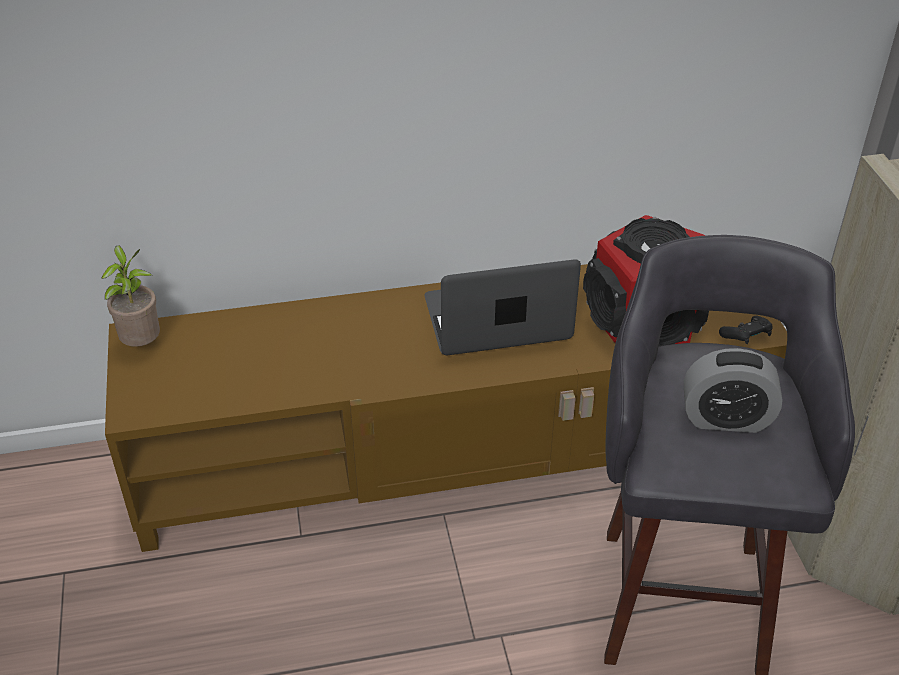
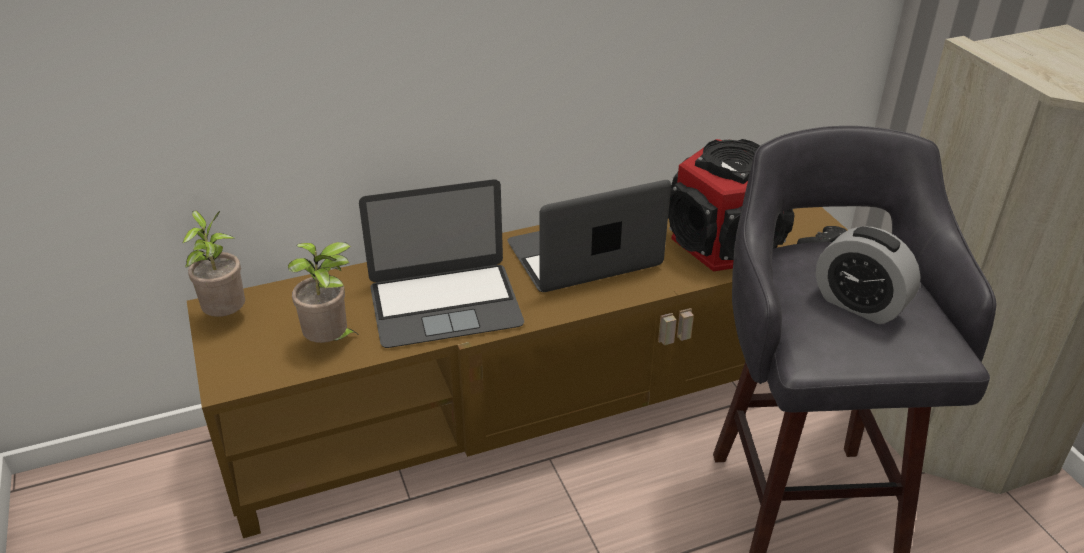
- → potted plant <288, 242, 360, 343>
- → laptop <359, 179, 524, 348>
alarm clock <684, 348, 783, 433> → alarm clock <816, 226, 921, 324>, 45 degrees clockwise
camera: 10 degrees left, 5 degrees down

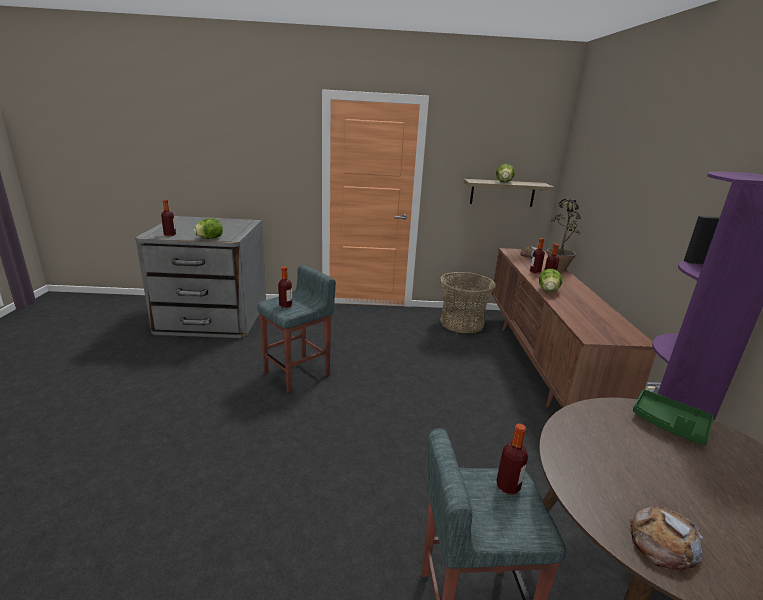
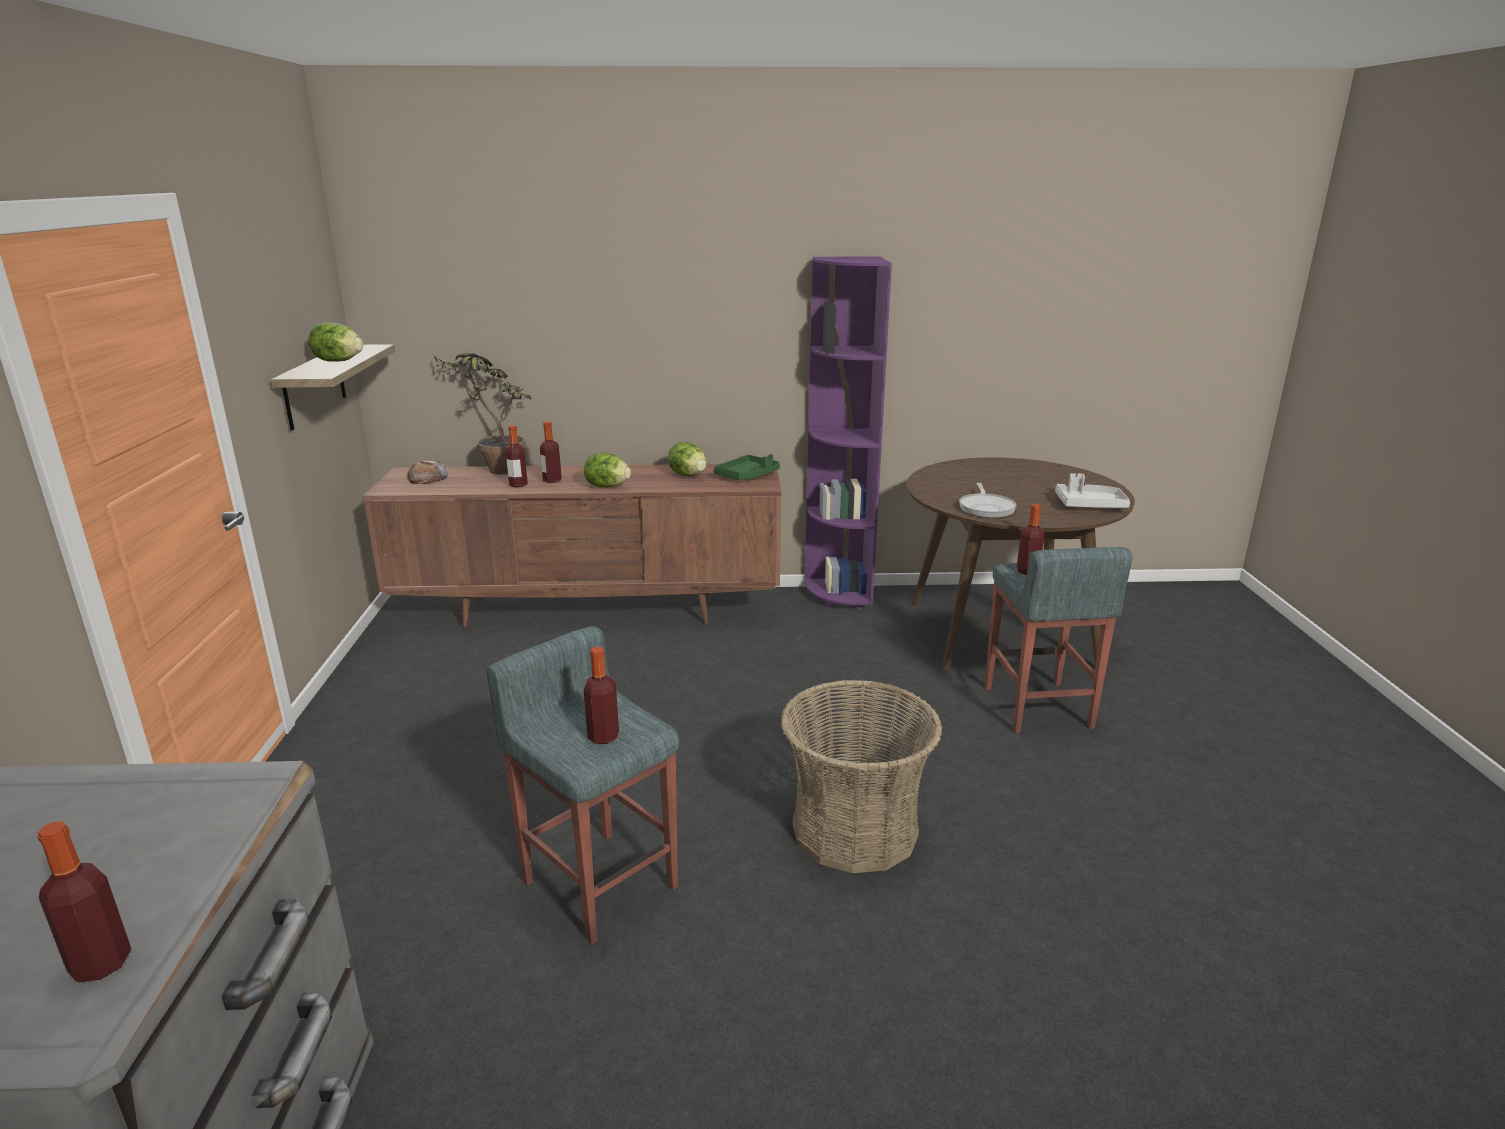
- → frying pan <959, 483, 1017, 518>
lettuce <193, 218, 223, 239> → lettuce <668, 442, 707, 476>, move
basket <440, 272, 496, 333> → basket <781, 680, 942, 873>, move
green tray <633, 389, 714, 446> → green tray <714, 454, 780, 480>, move
bread <629, 506, 703, 570> → grey tray <1055, 473, 1130, 508>
camera: 90 degrees left, 0 degrees up

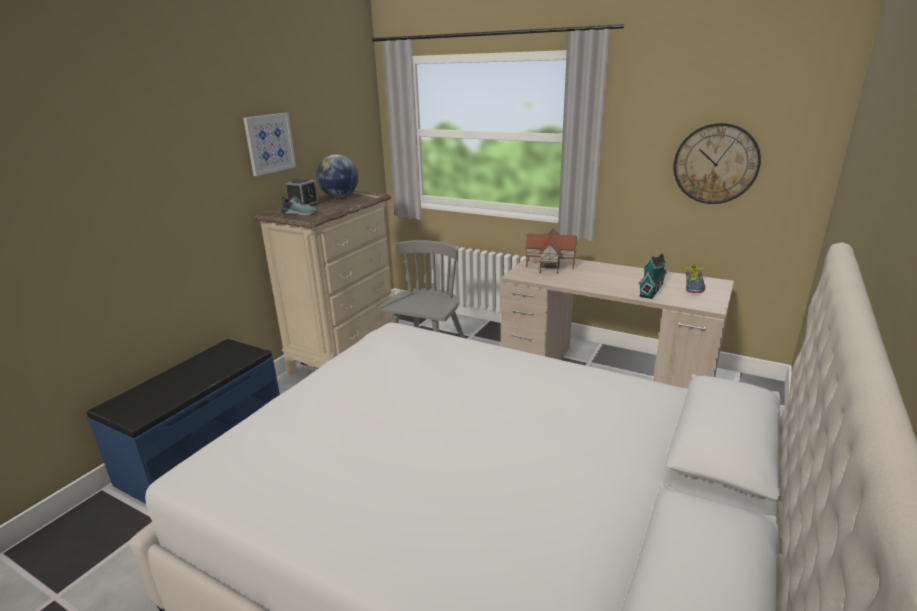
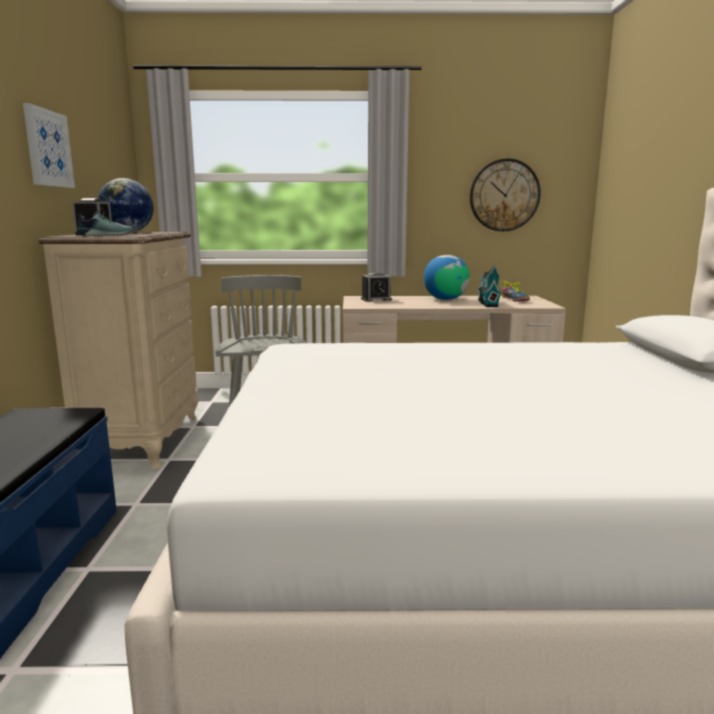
- → globe <424, 255, 470, 300>
toy house <525, 228, 577, 274> → alarm clock <361, 272, 392, 302>
camera: 30 degrees left, 10 degrees down

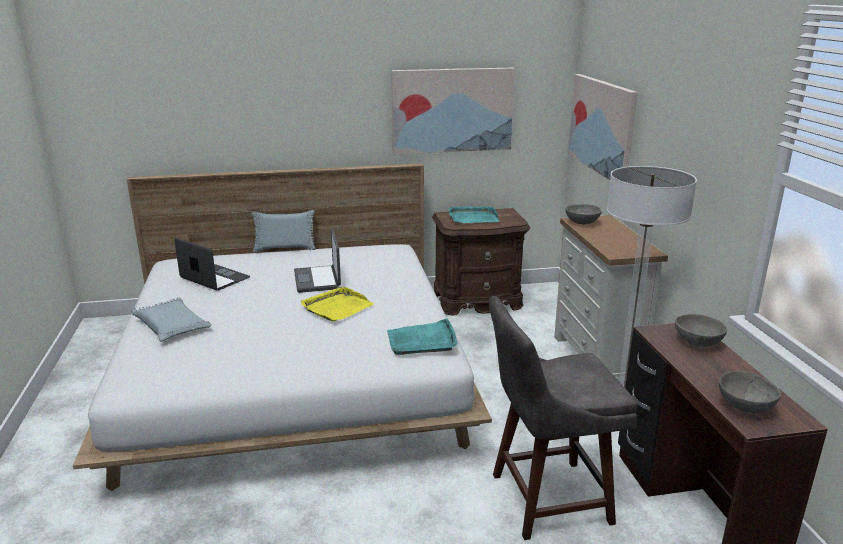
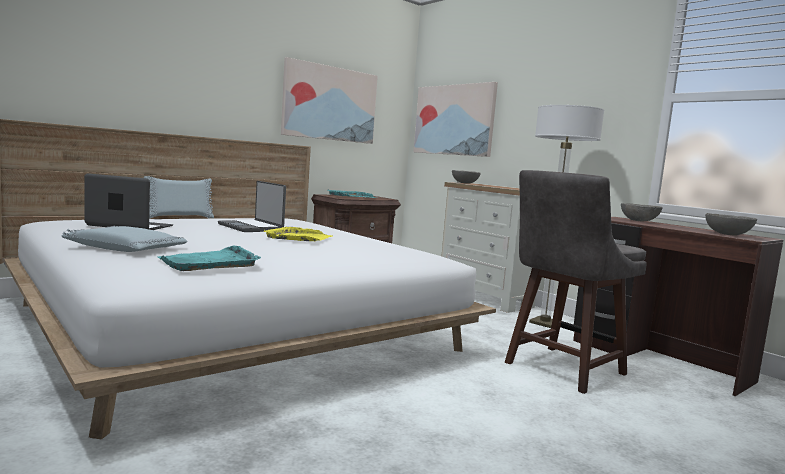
turquoise tray <387, 318, 458, 355> → turquoise tray <157, 246, 261, 271>, move
camera: 30 degrees left, 15 degrees down

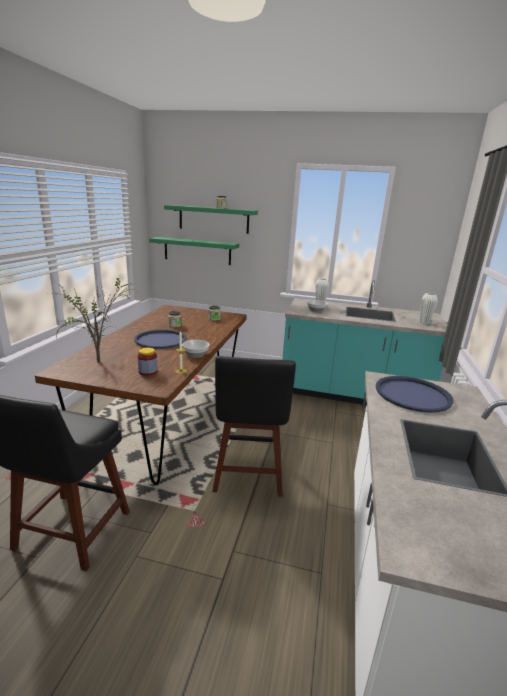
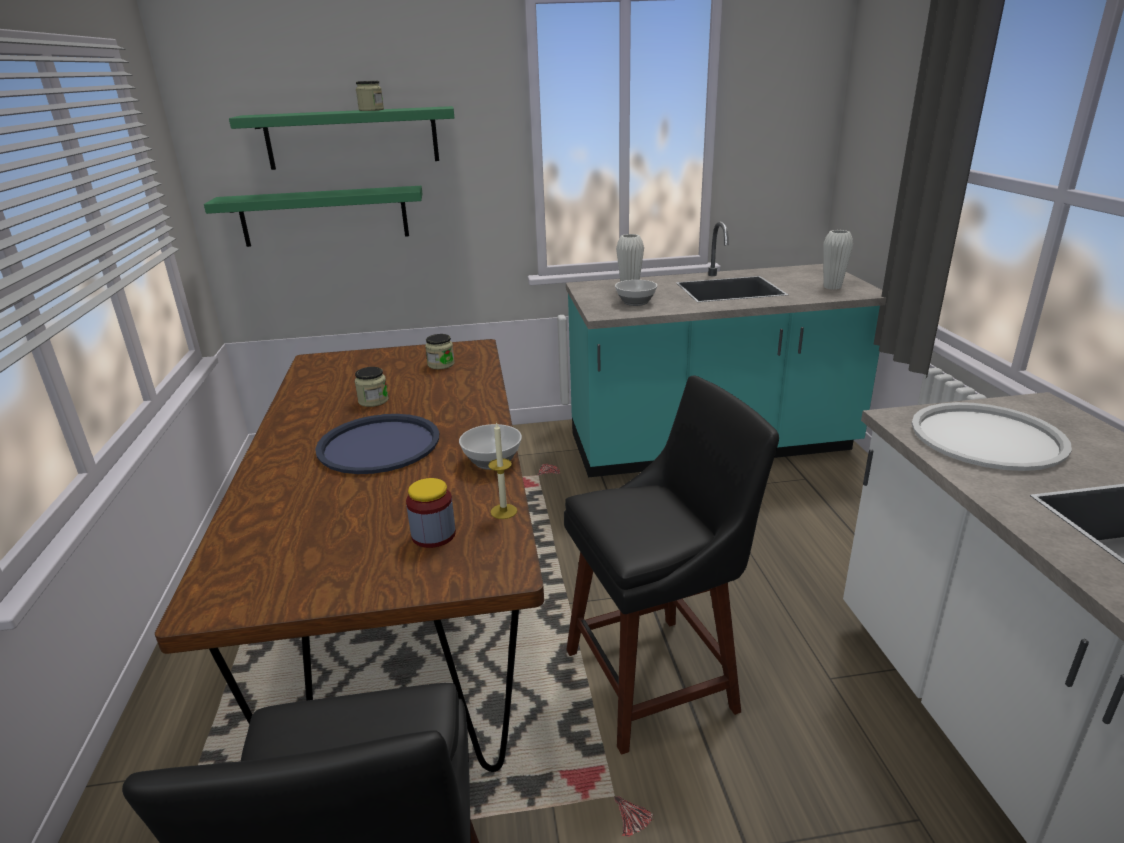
potted plant <55, 277, 142, 363> → -
blue tray <376, 376, 454, 413> → white tray <912, 402, 1072, 471>
black chair <212, 356, 296, 497> → black chair <564, 376, 779, 755>, 90 degrees counterclockwise
camera: 20 degrees left, 5 degrees up

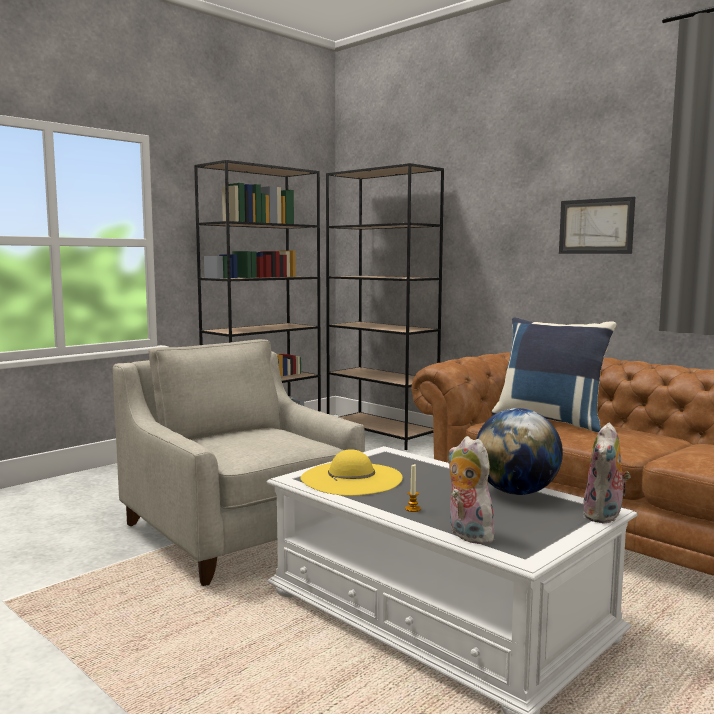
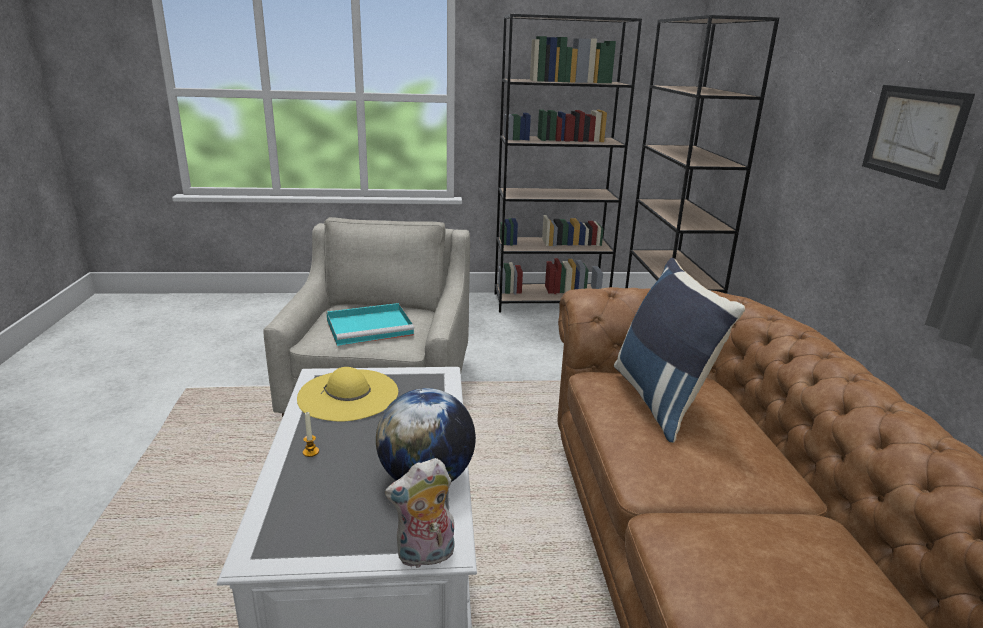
plush toy <448, 436, 494, 544> → -
- → turquoise tray <326, 303, 414, 346>
camera: 40 degrees right, 15 degrees up

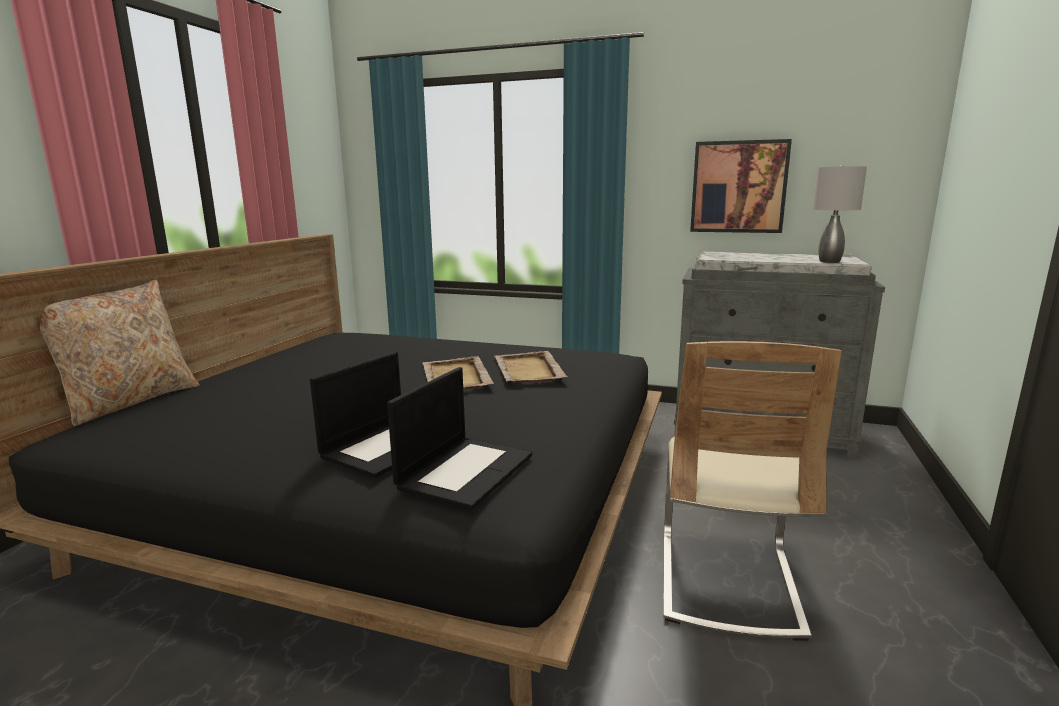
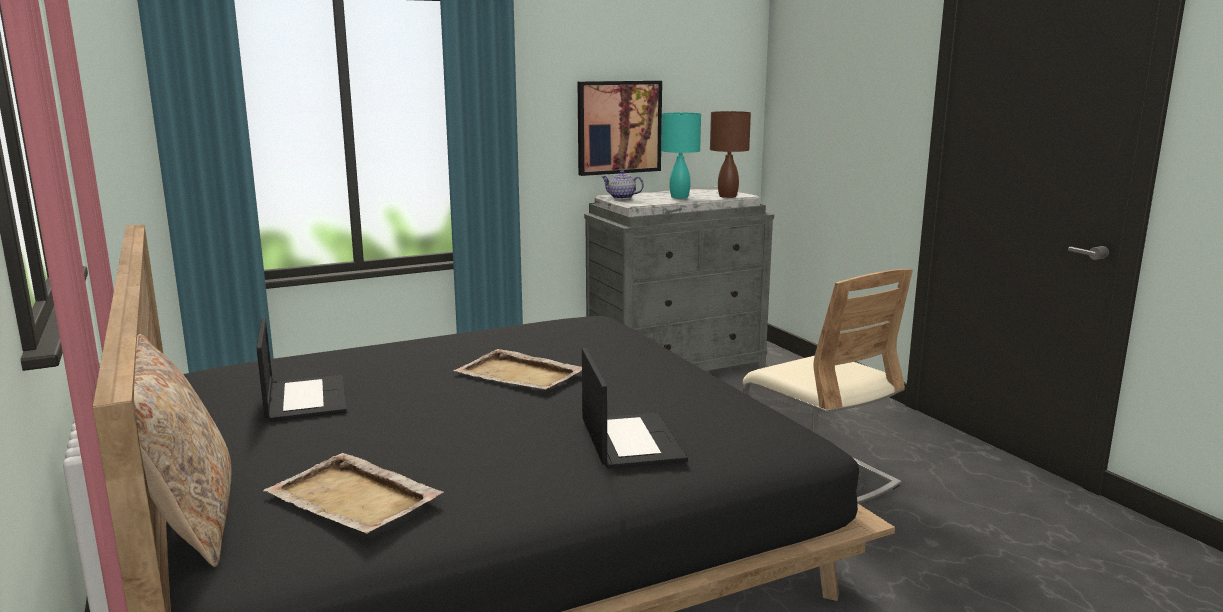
- → teapot <602, 170, 644, 199>
- → turquoise table lamp <661, 112, 701, 198>
laptop <387, 367, 532, 510> → laptop <256, 318, 347, 422>, move
beige tray <495, 351, 567, 383> → beige tray <263, 453, 443, 534>, move
grey table lamp <812, 165, 867, 263> → brown table lamp <710, 111, 751, 198>
camera: 45 degrees left, 0 degrees up

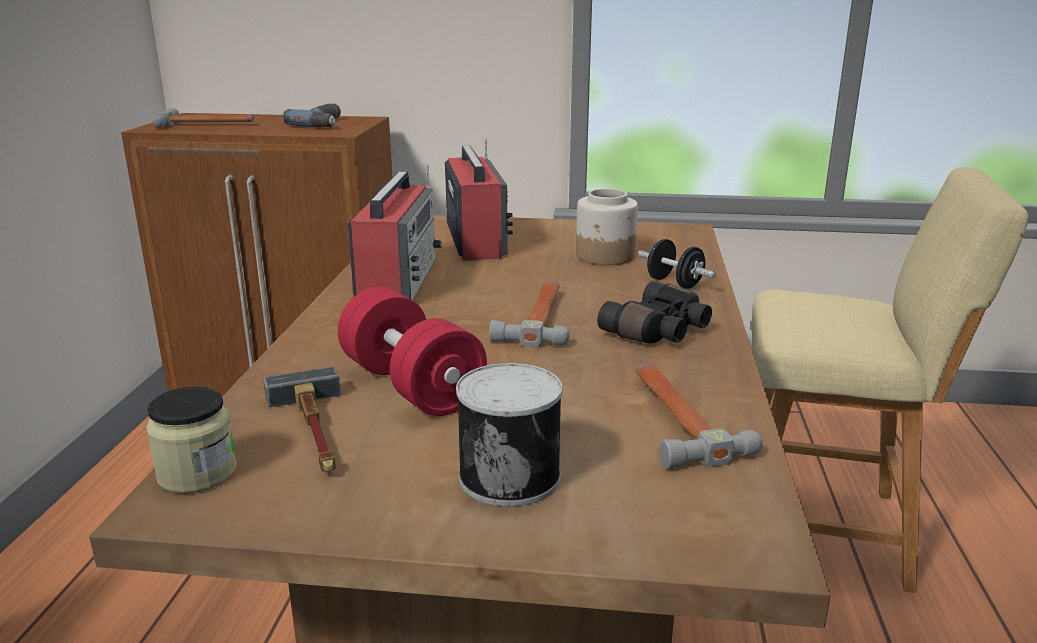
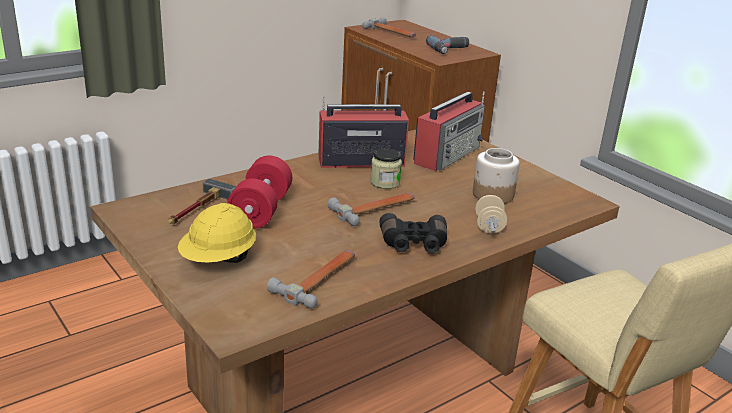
jar <146, 387, 237, 494> → jar <370, 148, 402, 189>, move
can <456, 363, 563, 507> → yellow hard hat <178, 203, 256, 263>
black dumbbell <638, 239, 716, 289> → beige dumbbell <475, 195, 507, 233>
radio <348, 165, 442, 300> → radio <318, 96, 409, 168>, 150 degrees counterclockwise
camera: 45 degrees right, 5 degrees up

